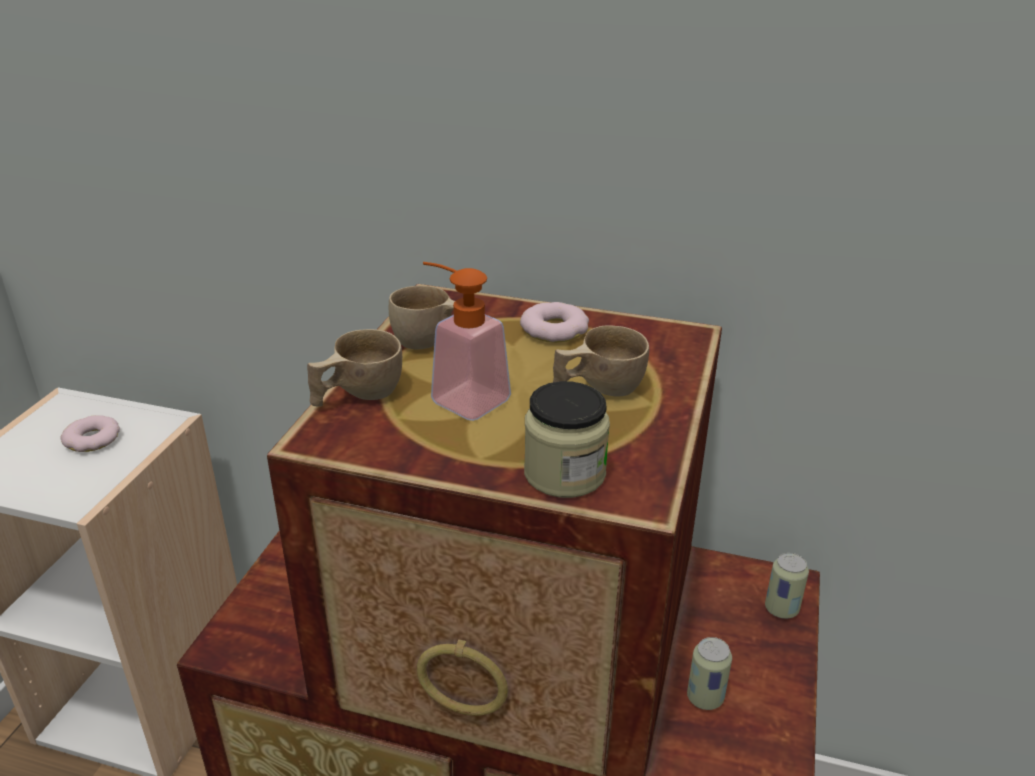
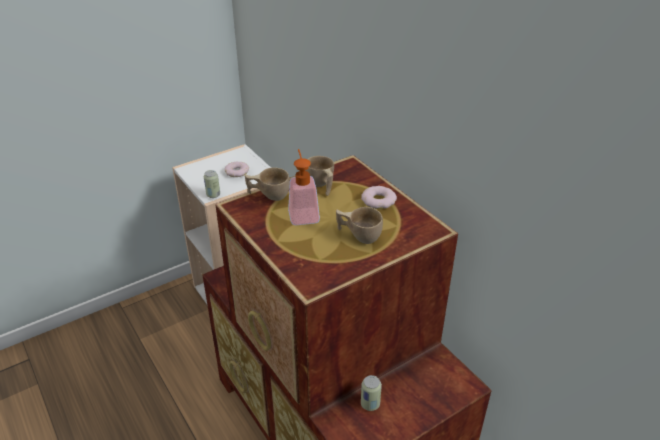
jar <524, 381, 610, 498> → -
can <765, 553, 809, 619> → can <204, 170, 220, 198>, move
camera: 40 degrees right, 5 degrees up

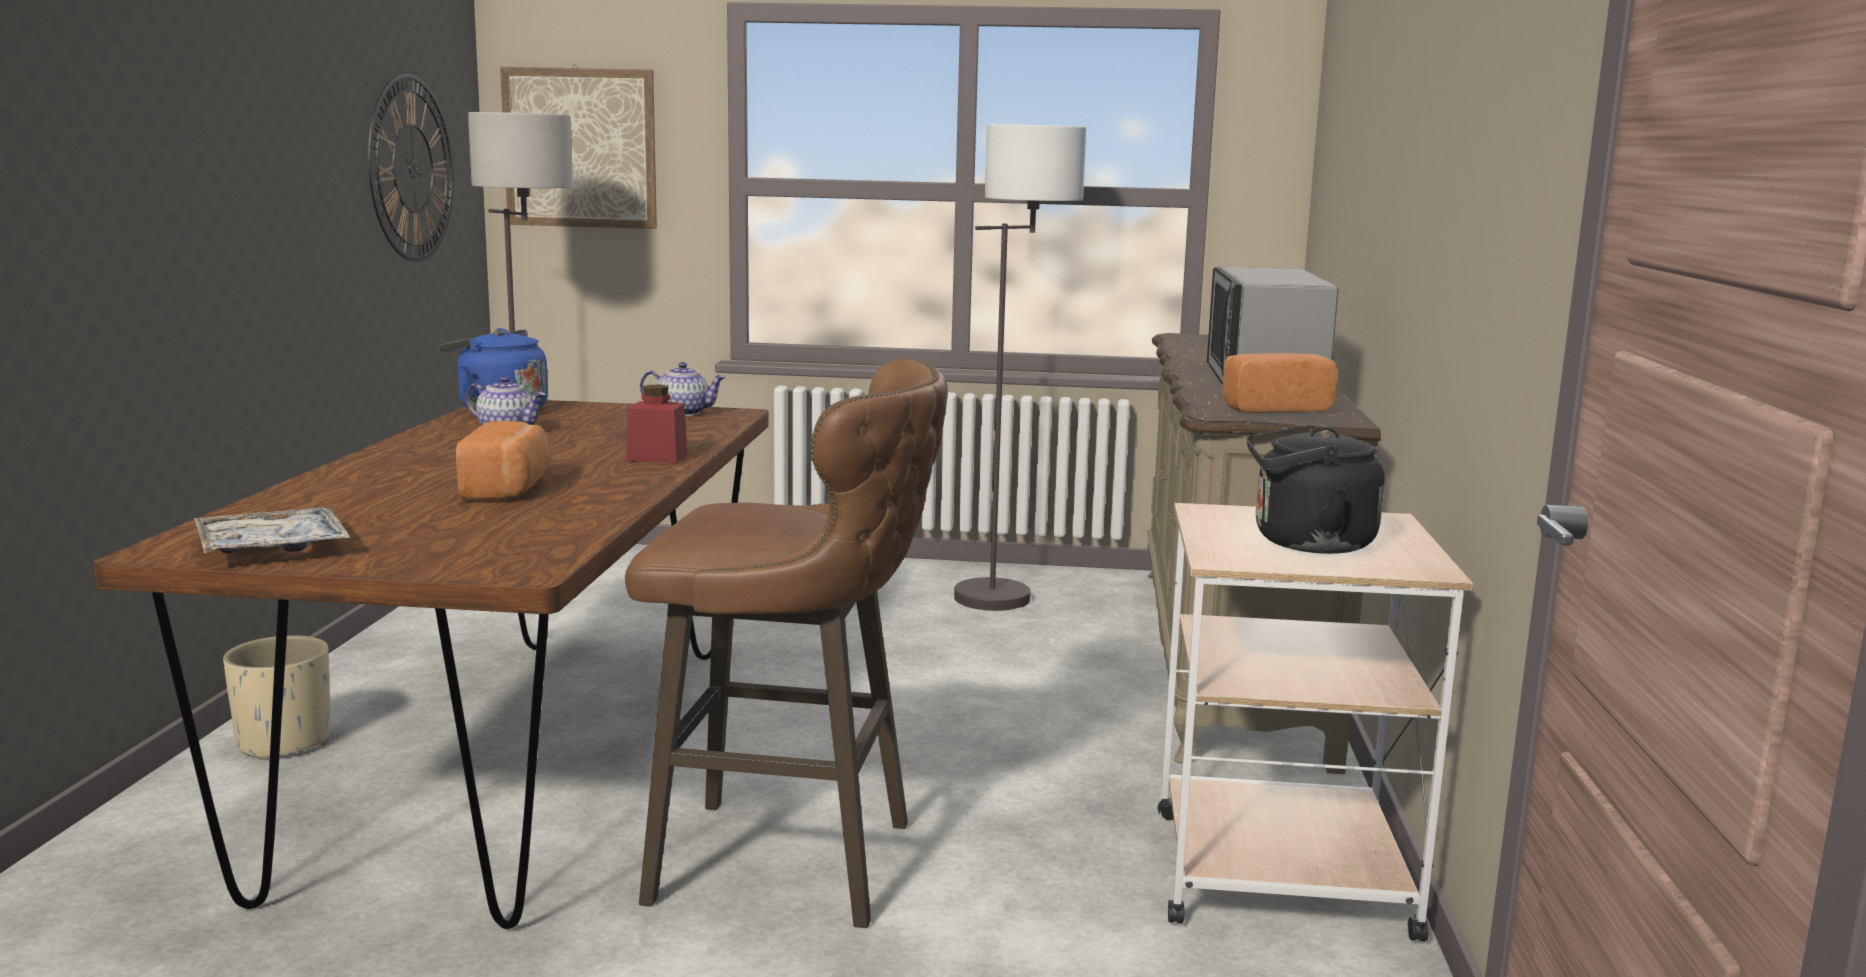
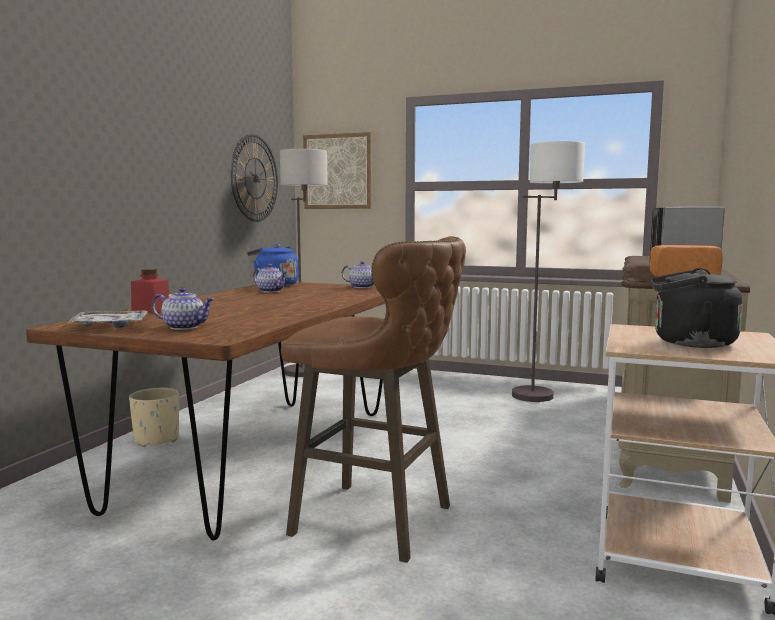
bread <456, 421, 551, 500> → -
- → teapot <152, 287, 214, 330>
red jar <626, 385, 688, 463> → red jar <131, 269, 170, 314>, move
camera: 15 degrees right, 5 degrees down

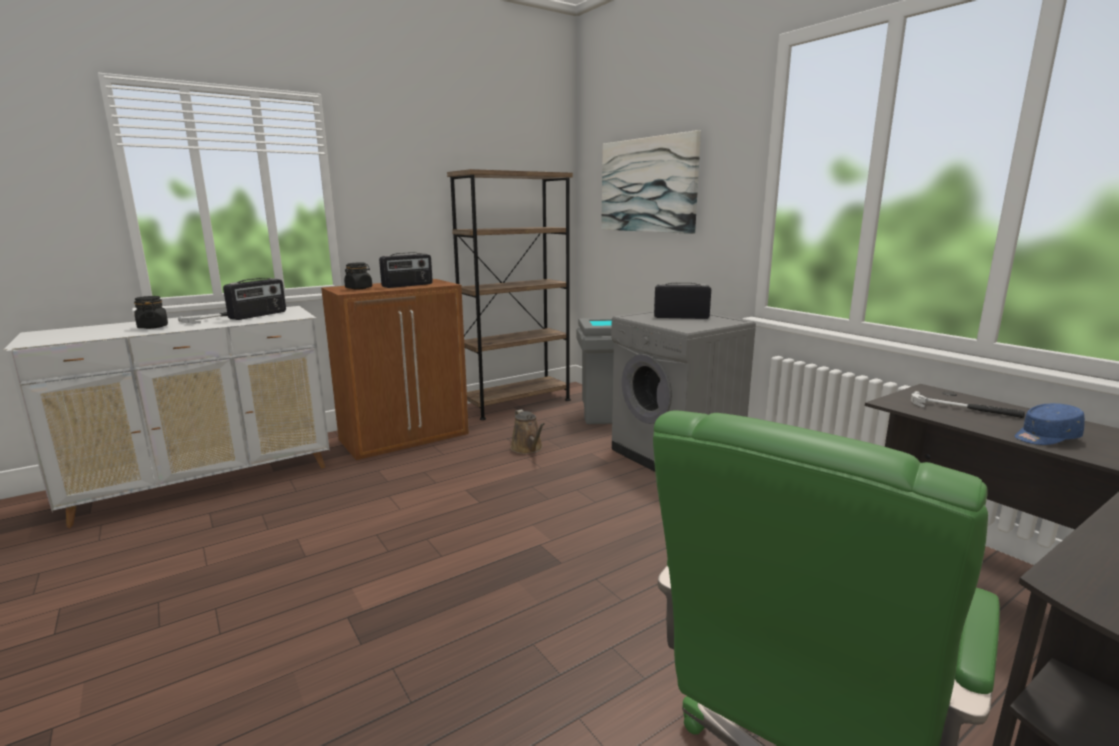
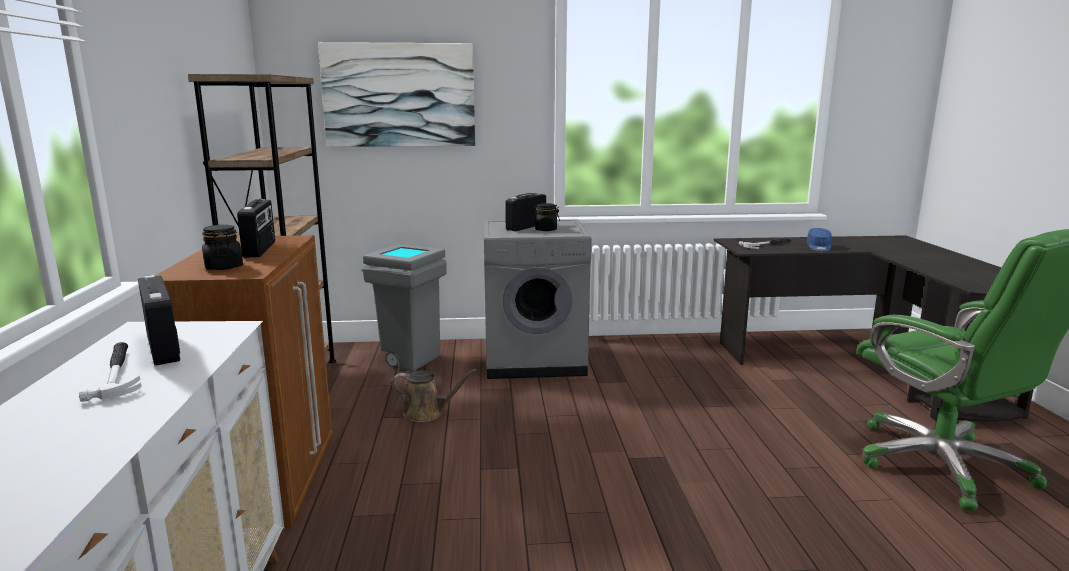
black jar <134, 296, 168, 329> → black jar <531, 203, 560, 231>, move
camera: 60 degrees left, 0 degrees up

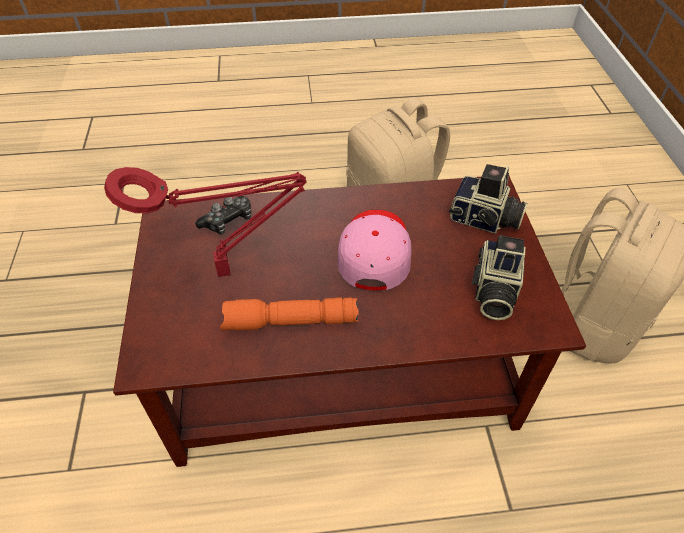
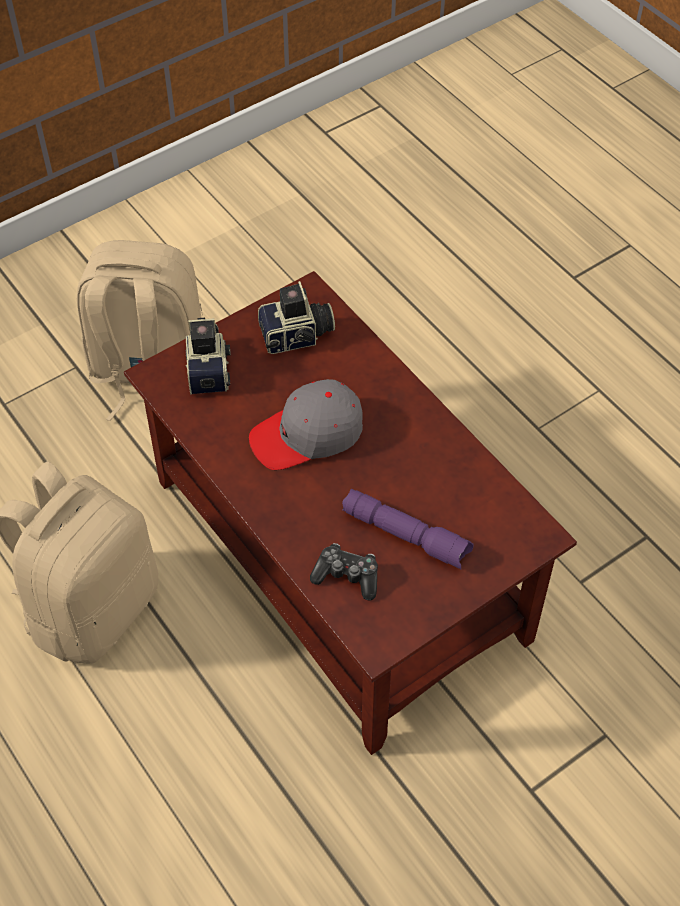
orange flashlight <220, 297, 359, 330> → -
red table lamp <104, 167, 306, 277> → purple flashlight <342, 489, 474, 569>
pink cap <337, 210, 411, 291> → grey cap <249, 379, 363, 470>
camera: 120 degrees left, 5 degrees up

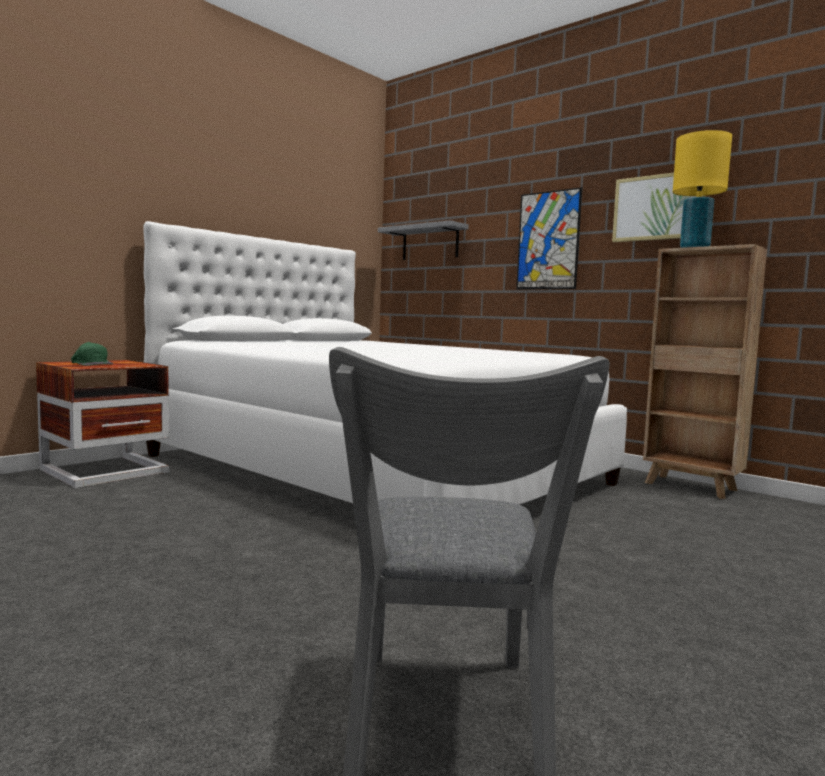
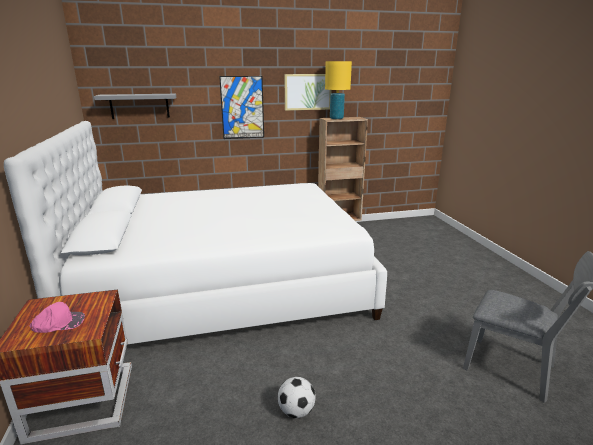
- → football <278, 377, 316, 418>
green cap <71, 342, 113, 366> → pink cap <30, 302, 85, 333>
camera: 55 degrees left, 15 degrees up

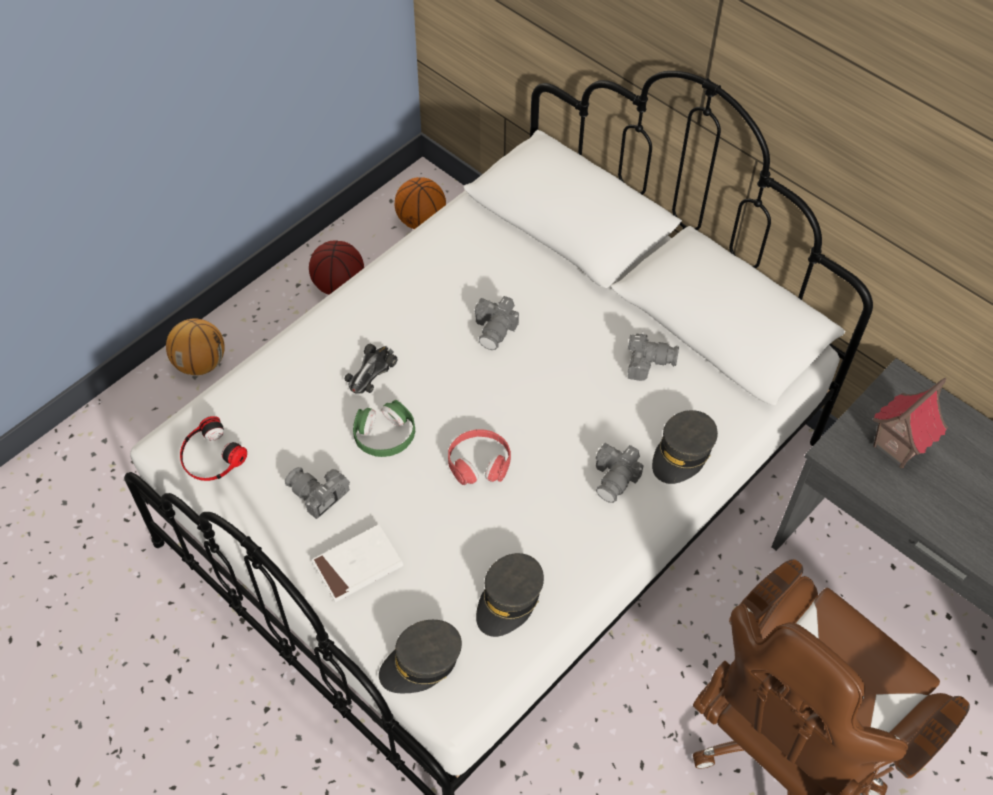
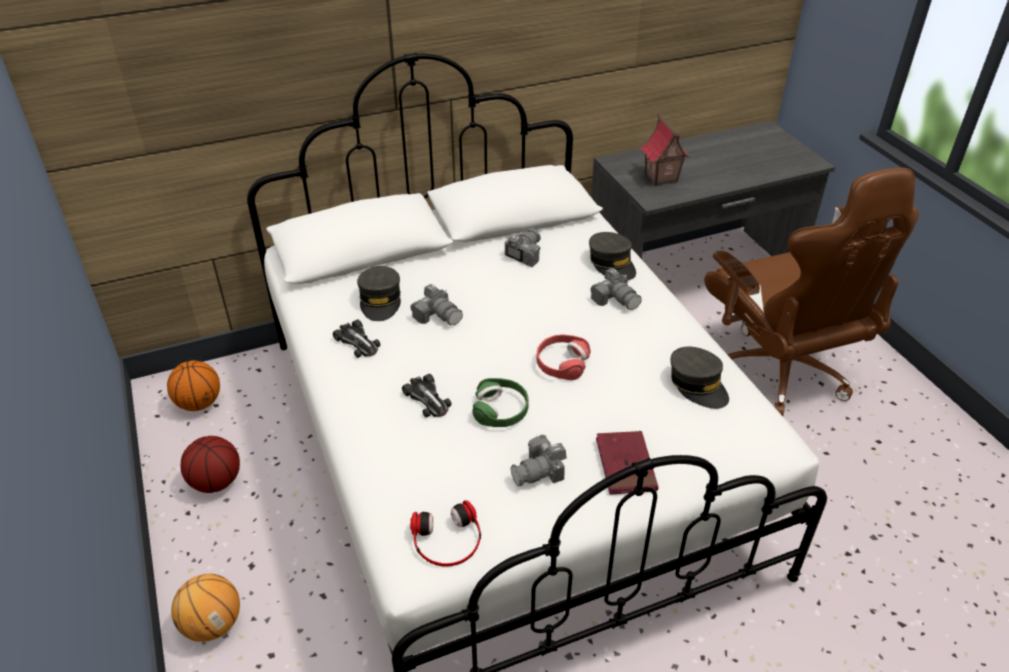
- → toy car <333, 319, 380, 358>
grey cap <379, 620, 462, 694> → grey cap <357, 266, 401, 321>, move
white book <312, 524, 403, 602> → red book <596, 431, 659, 495>
camera: 65 degrees left, 15 degrees down

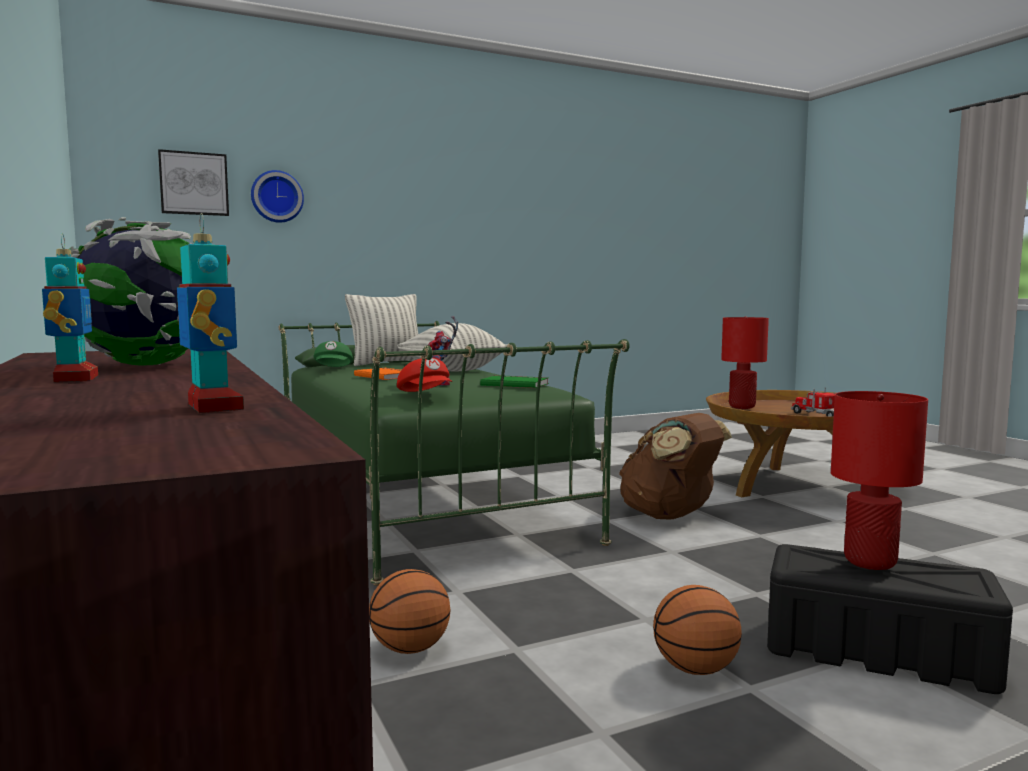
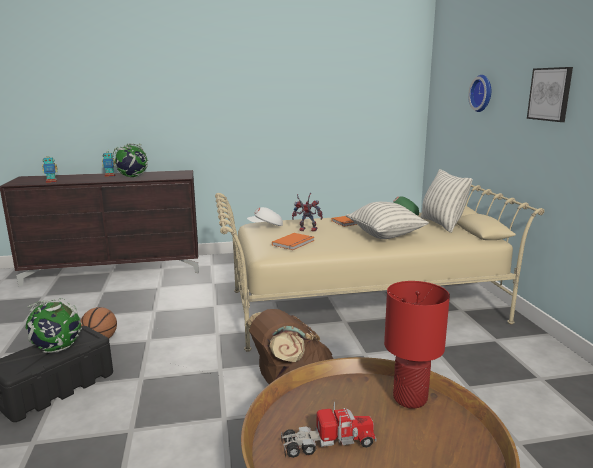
basketball <369, 569, 450, 654> → -
picture <158, 149, 229, 216> → picture <527, 67, 573, 122>, move
red table lamp <831, 391, 928, 570> → globe <26, 298, 82, 353>
green bed <278, 321, 630, 585> → beige bed <215, 185, 545, 352>
red cap <397, 358, 452, 392> → white cap <247, 207, 283, 226>
green book <480, 375, 549, 388> → orange book <272, 233, 315, 250>
camera: 105 degrees right, 10 degrees up

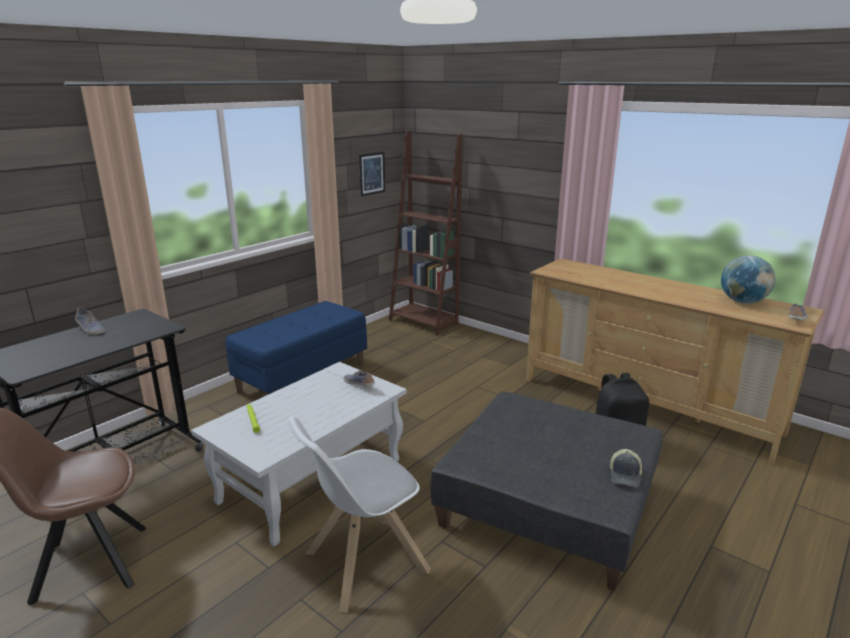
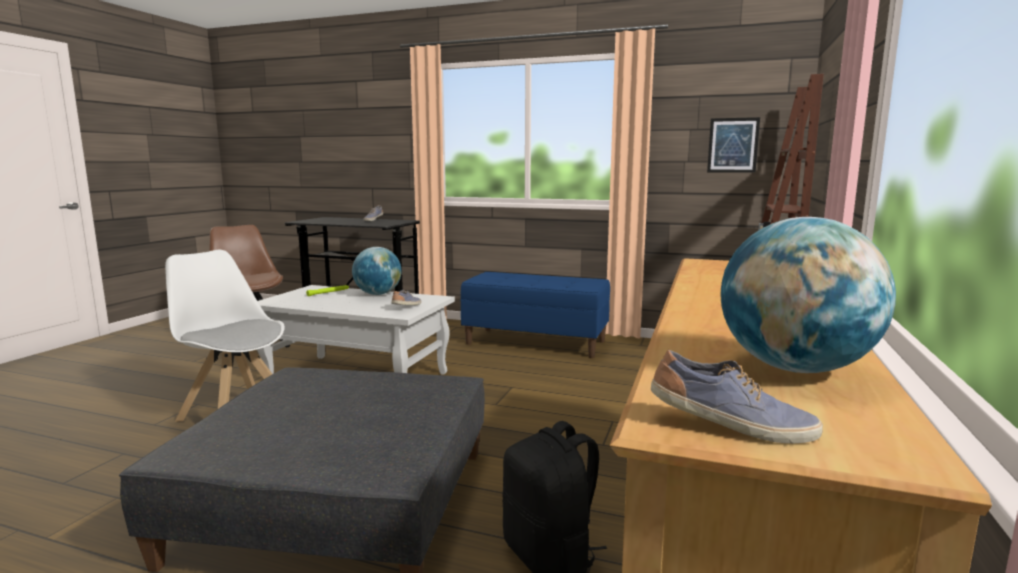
cap <610, 449, 642, 487> → -
- → globe <352, 247, 402, 295>
camera: 70 degrees right, 10 degrees down

